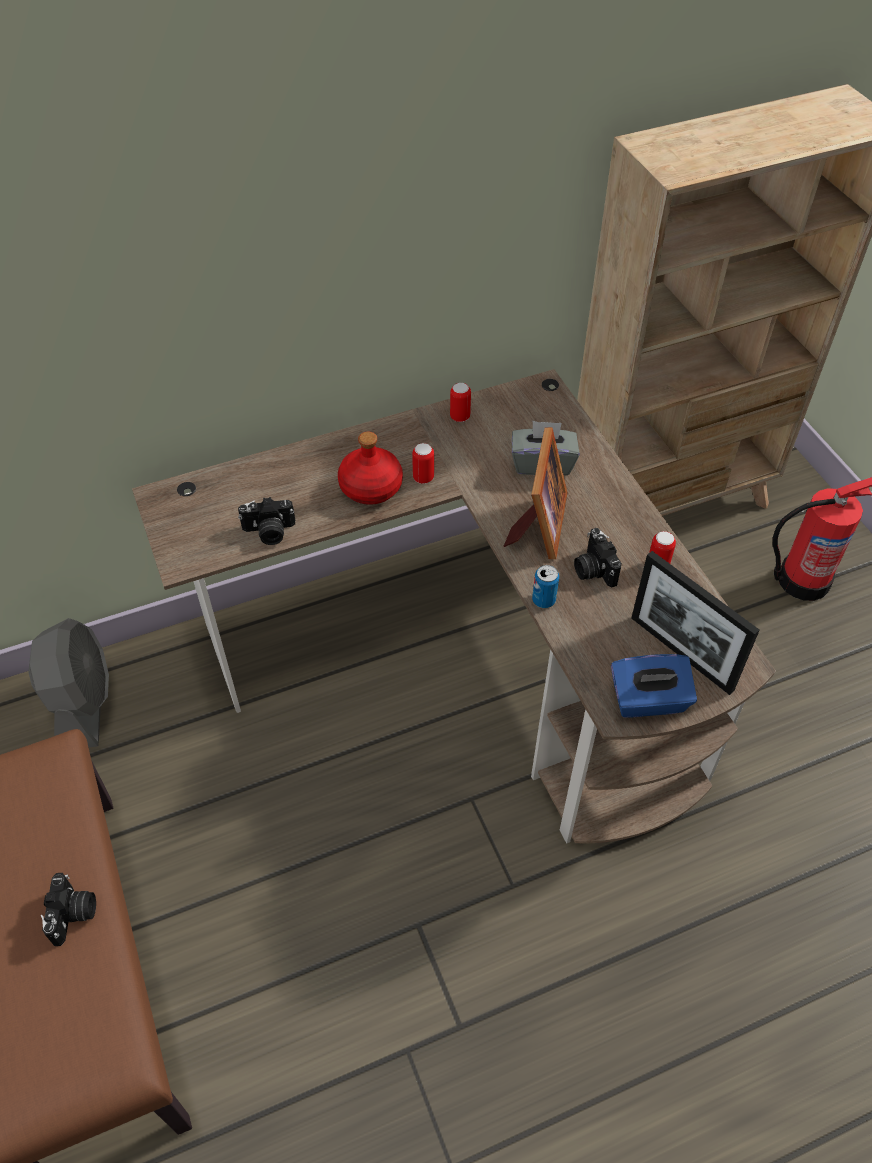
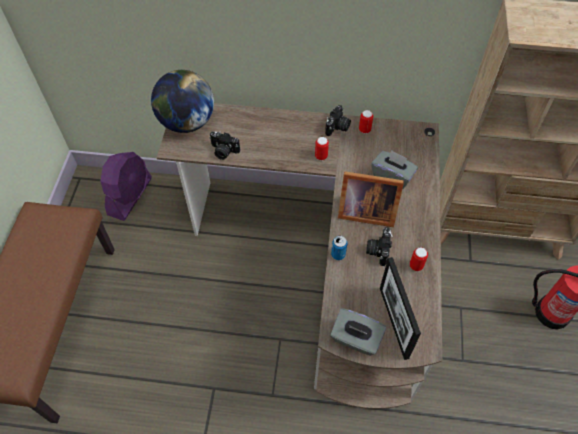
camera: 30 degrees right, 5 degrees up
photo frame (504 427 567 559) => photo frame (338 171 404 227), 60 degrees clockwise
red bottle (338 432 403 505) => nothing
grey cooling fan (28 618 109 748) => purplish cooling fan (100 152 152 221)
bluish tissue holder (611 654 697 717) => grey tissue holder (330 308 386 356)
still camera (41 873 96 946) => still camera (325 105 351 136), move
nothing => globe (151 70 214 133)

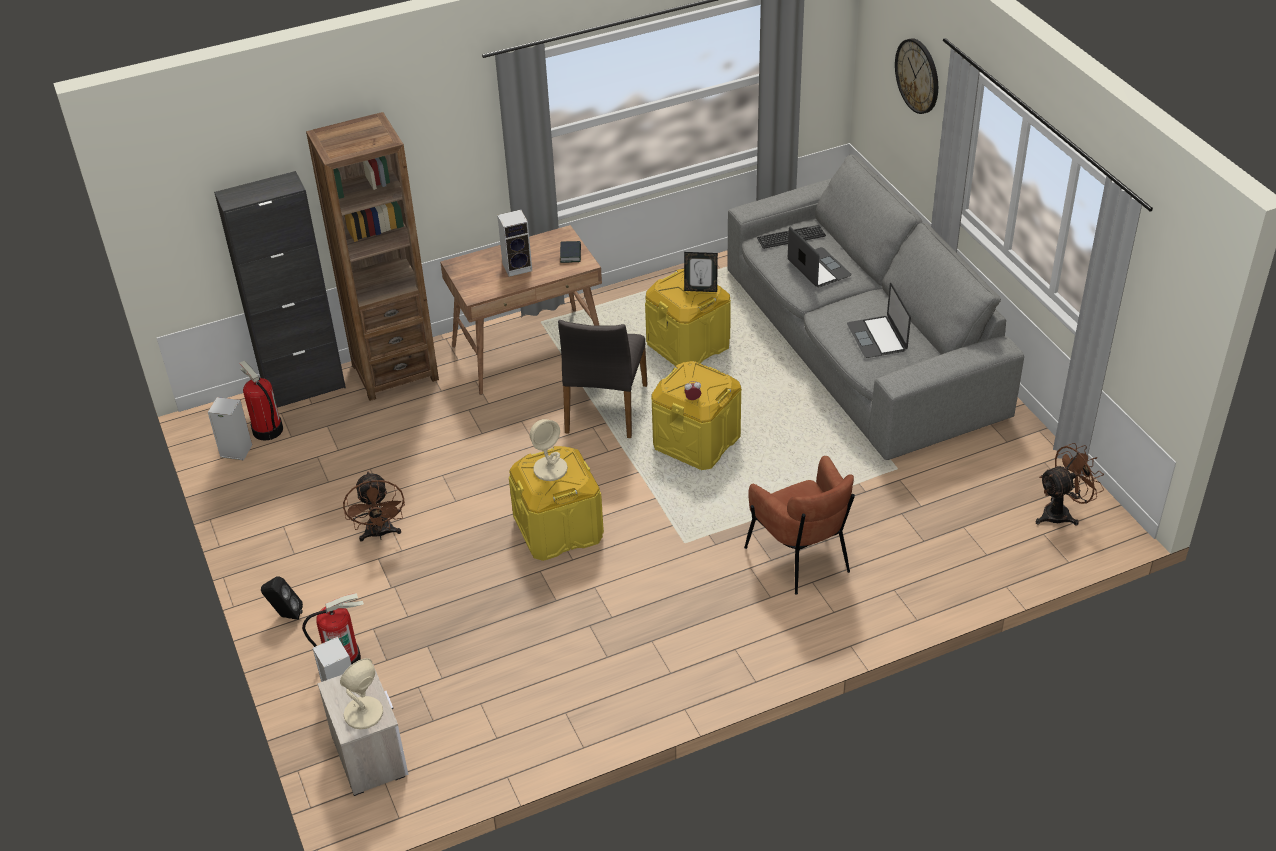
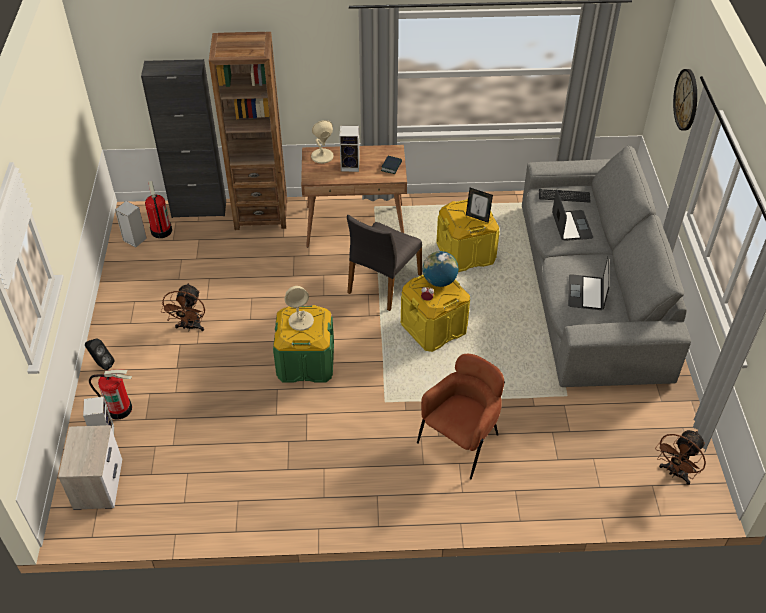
camera: 20 degrees right, 5 degrees up
brown cooling fan (1036 443 1104 526) => brown cooling fan (655 430 706 485), 135 degrees clockwise
yellow storage bin (509 446 604 561) => green-coloured storage bin (273 305 334 383)
brown lounge chair (744 456 855 595) => brown lounge chair (417 354 505 479), 135 degrees counterclockwise
beige-coloured table lamp (340 658 383 729) => beige-coloured table lamp (311 120 334 164), move
nothing => globe (423 251 458 287)

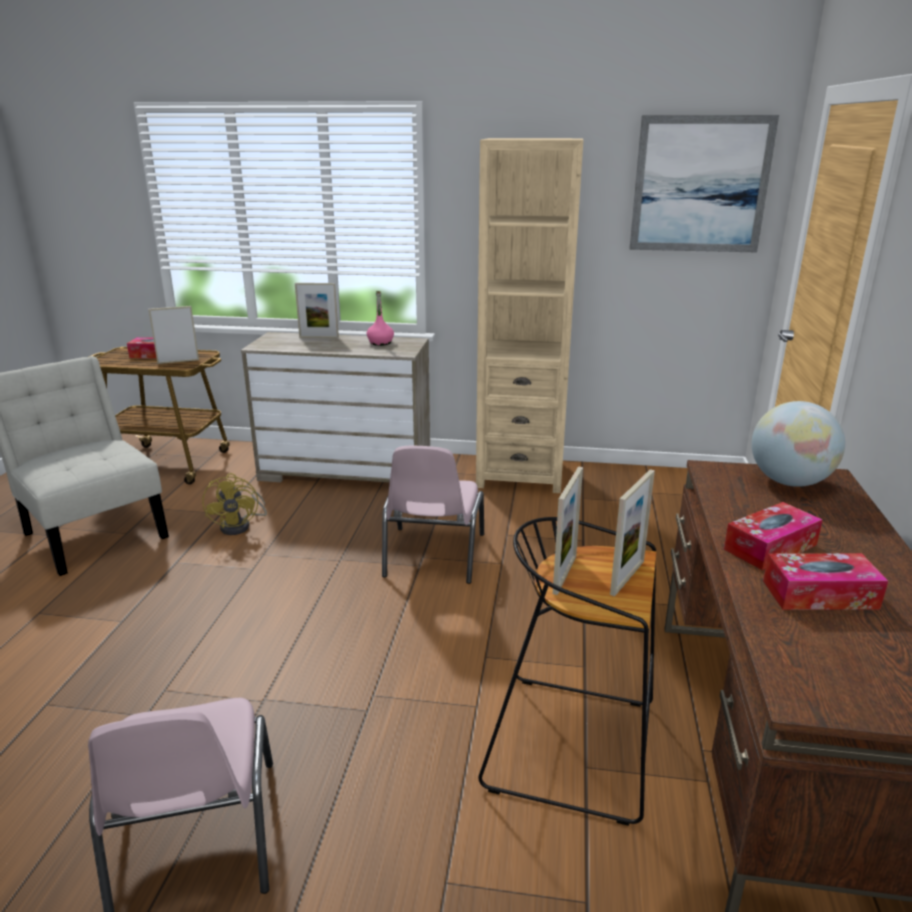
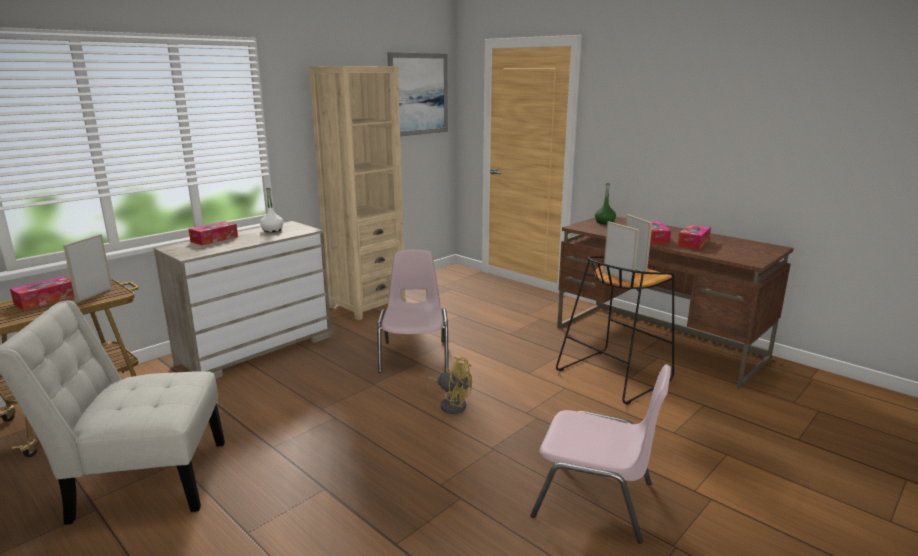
camera: 55 degrees left, 5 degrees down
photo frame (295 283 339 338) => tissue holder (189 221 238 246)
pinkish bottle (367 291 394 346) => whitish bottle (260 188 284 232)
globe (752 401 845 487) => green-coloured bottle (595 183 616 224)
pinkish chair (382 446 484 584) => pinkish chair (377 249 449 373), 135 degrees counterclockwise
yellow cooling fan (202 473 267 535) => yellow cooling fan (425 356 472 414), move

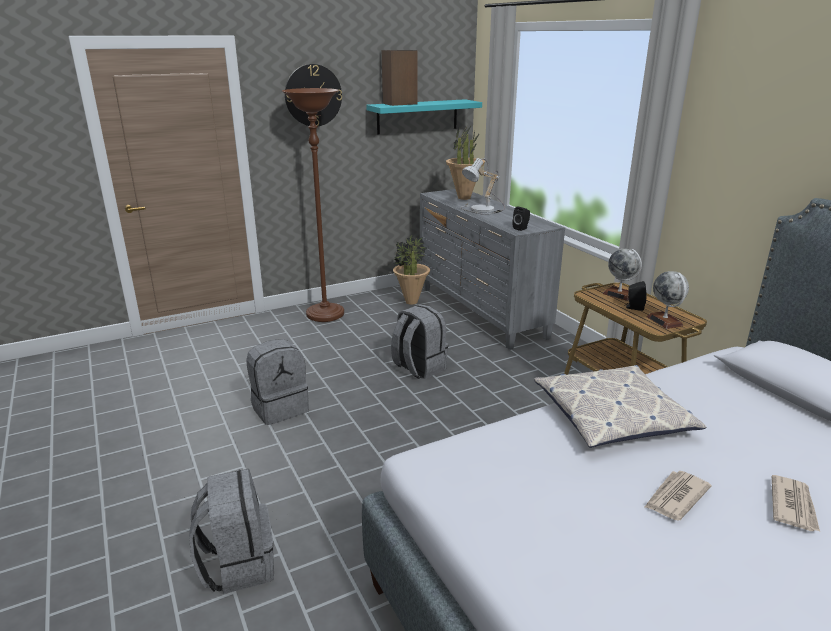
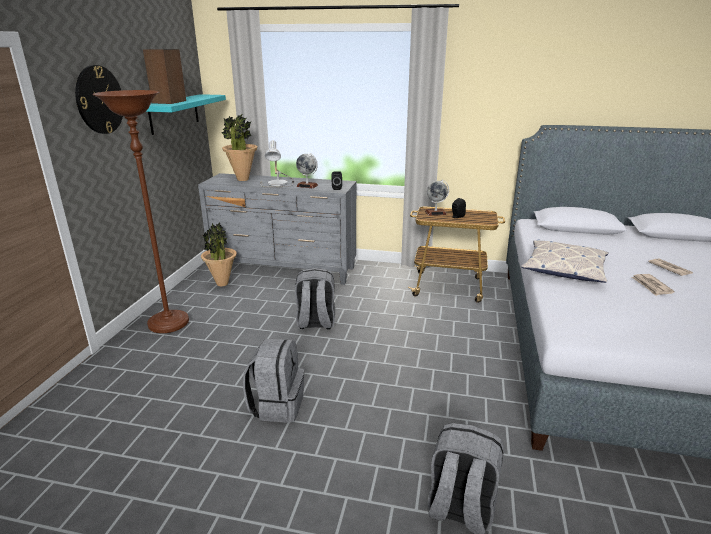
camera: 50 degrees left, 0 degrees up
globe (646 271 689 329) => globe (296 153 318 188), move

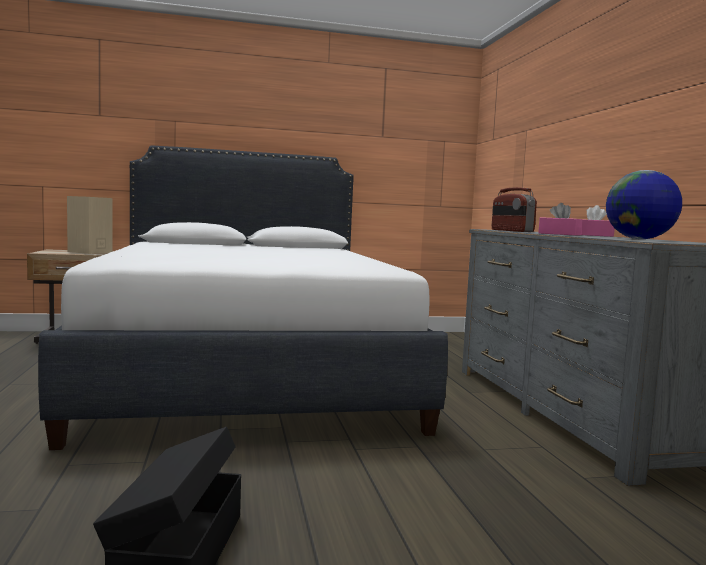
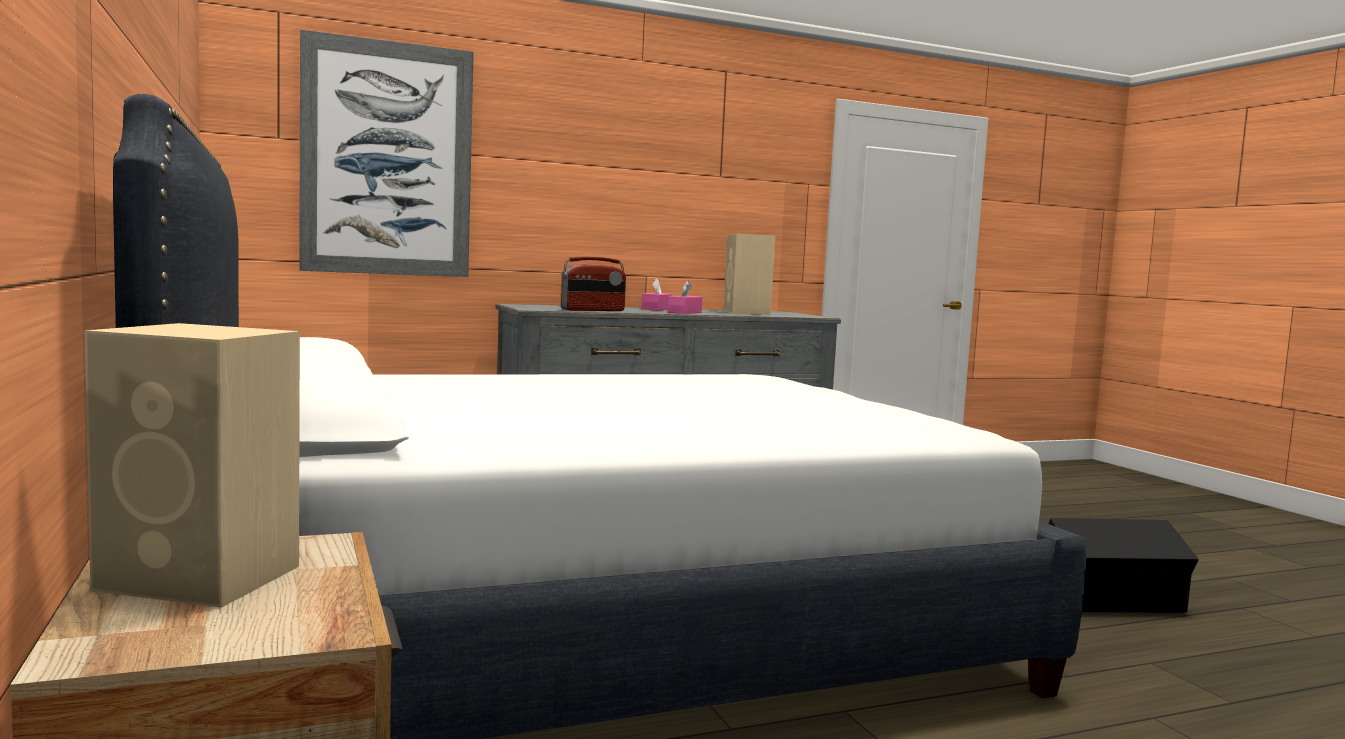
camera: 100 degrees left, 0 degrees up
globe (606 170 682 239) => beige-coloured speaker (723 234 775 315)
nothing => wall picture (299 29 474 277)

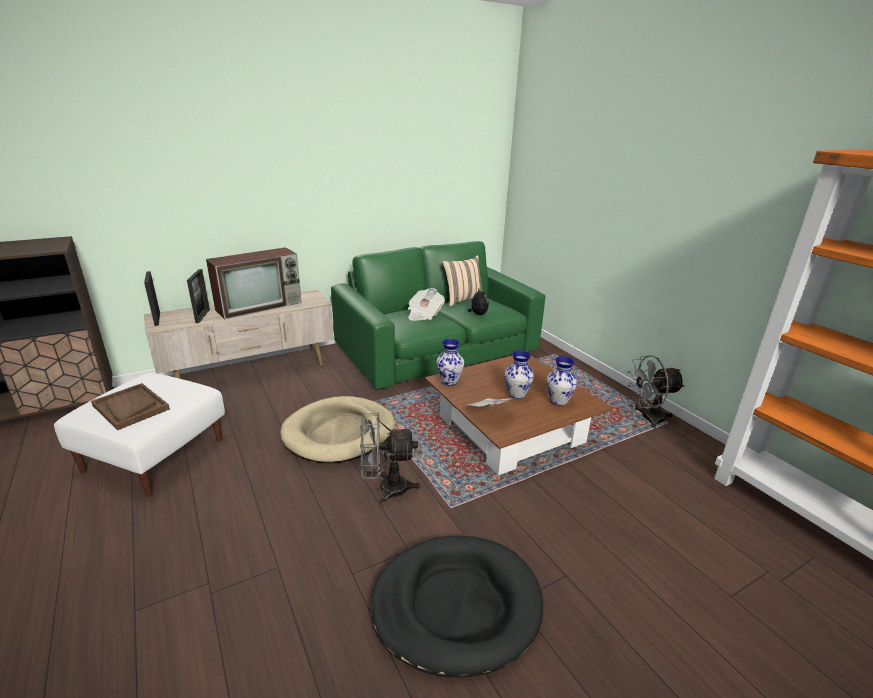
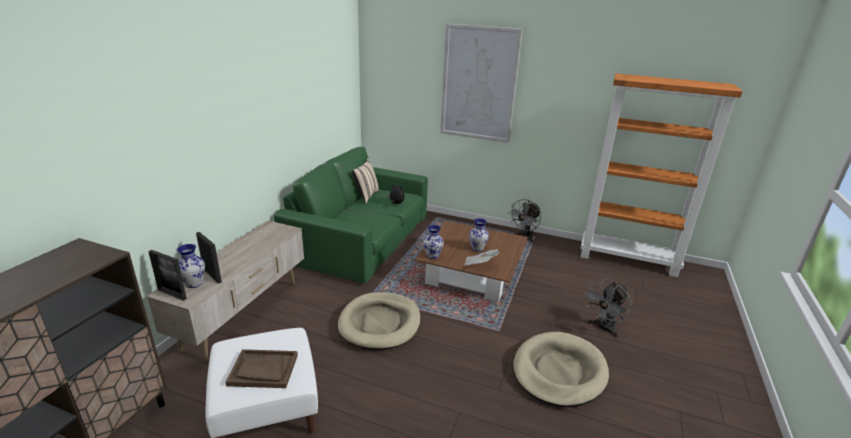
camera: 40 degrees left, 0 degrees up
TV (206 247 302 319) => nothing
daily paper (408 288 445 321) => nothing
vase (547 356 577 406) => vase (177 244 205 288), move
grey cooling fan (360 412 420 505) => grey cooling fan (584 279 632 337), move
blackish dog bed (371 536 543 678) => beige-coloured dog bed (513 332 609 407)
nothing => wall picture (440 24 523 143)

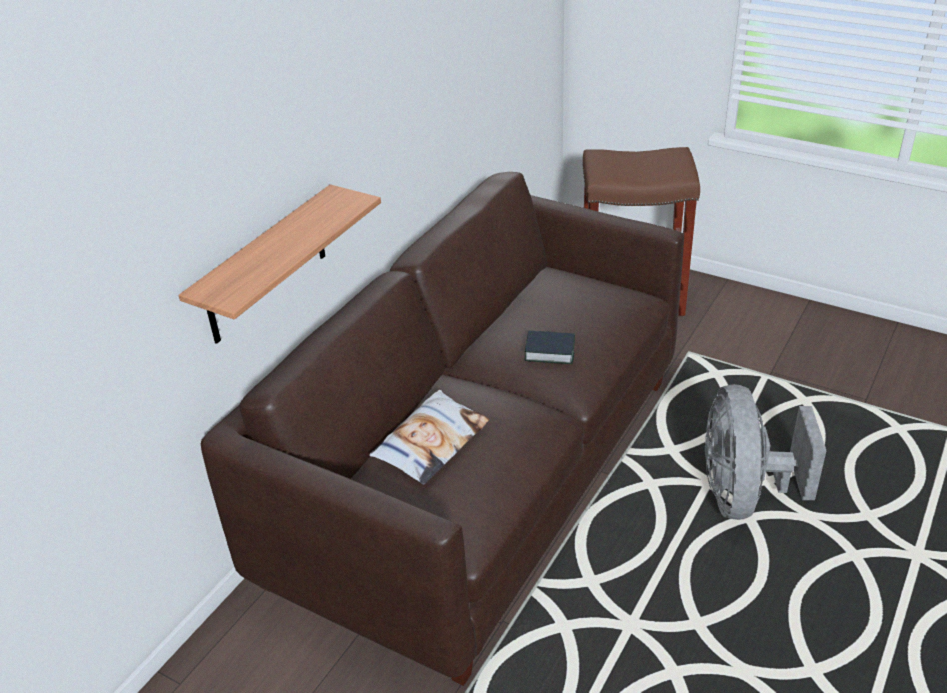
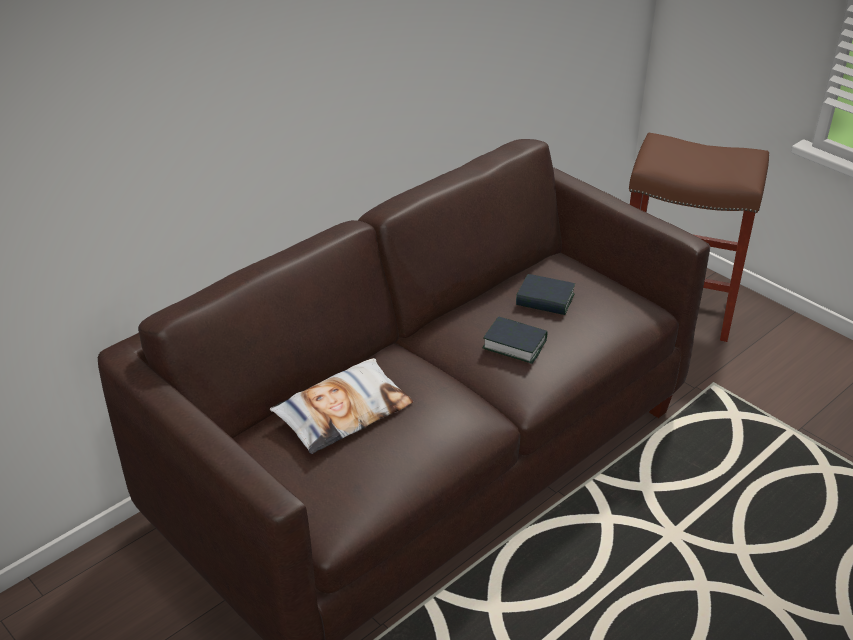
camera: 15 degrees right, 0 degrees up
shelf (179 184 381 344) => nothing
grey cooling fan (705 384 826 520) => nothing
nothing => volume (516 274 575 315)

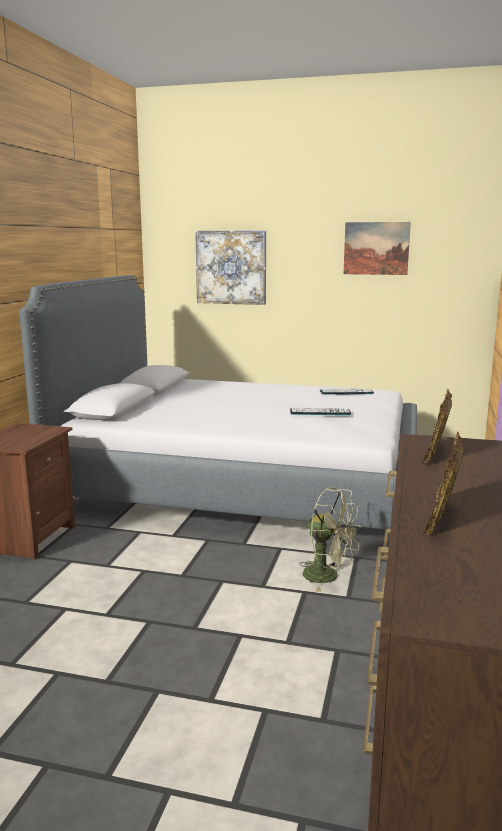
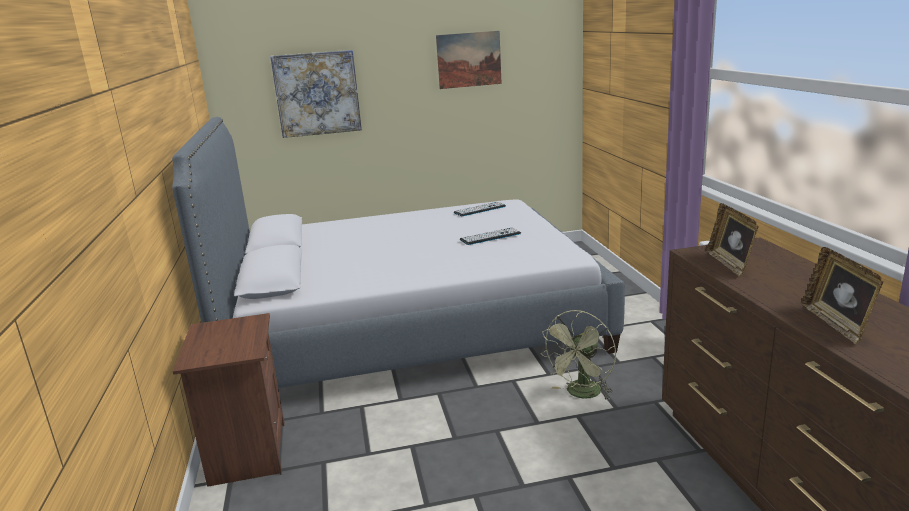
camera: 25 degrees left, 5 degrees up
green-coloured cooling fan (299 487 362 592) => green-coloured cooling fan (540 310 616 401), 120 degrees clockwise

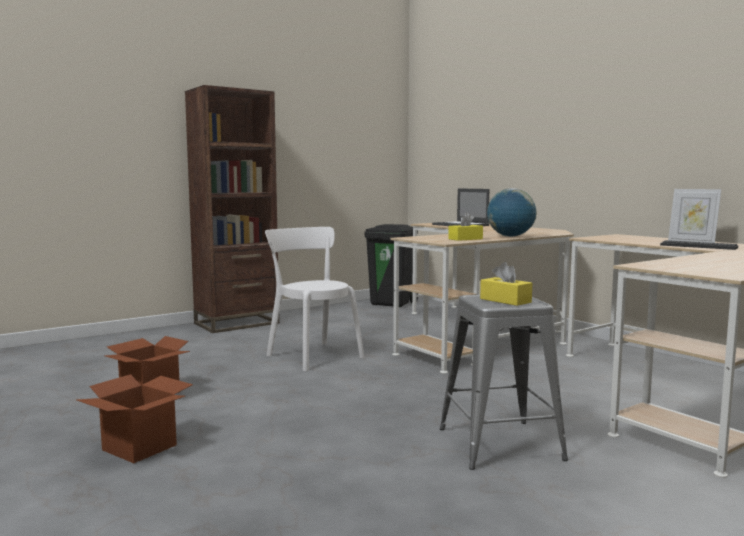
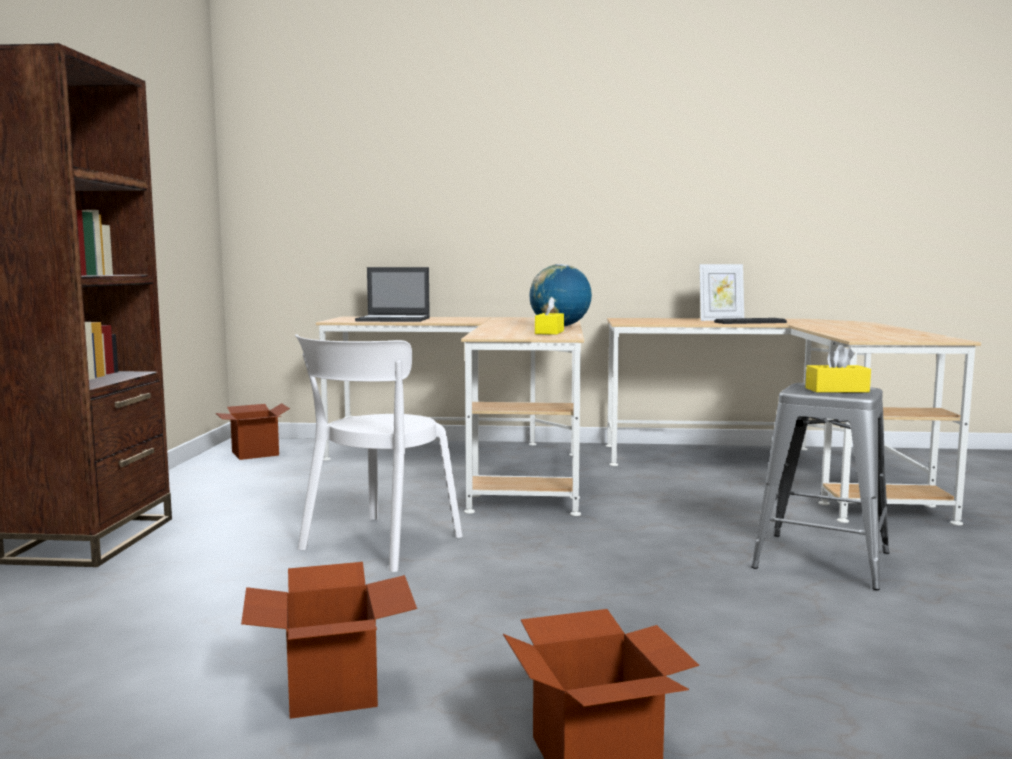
camera: 50 degrees left, 0 degrees up
blackish trash can (364 224 418 307) => carton (216 403 290 460)
whitish chair (265 227 364 371) => whitish chair (295 334 463 572), 60 degrees counterclockwise

